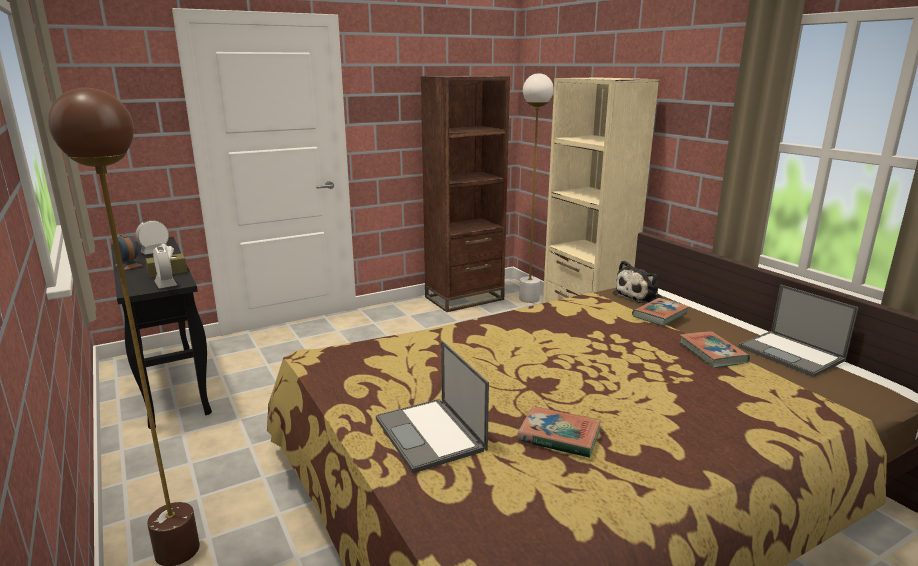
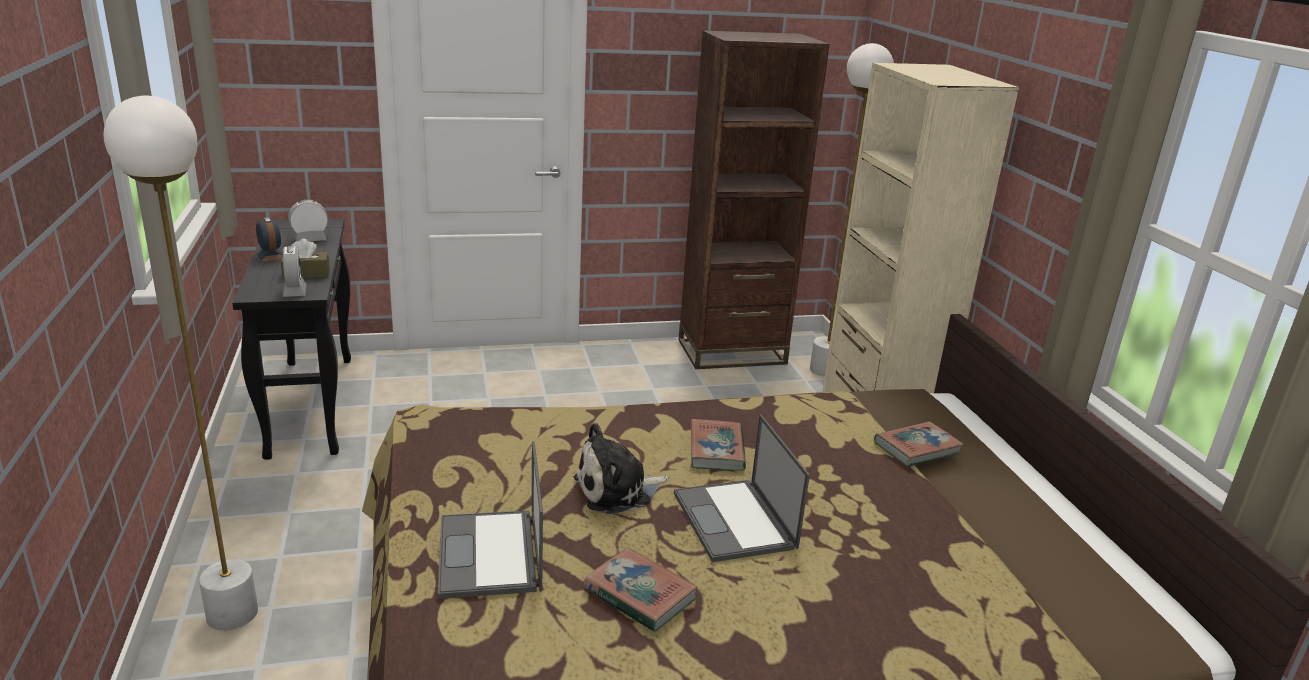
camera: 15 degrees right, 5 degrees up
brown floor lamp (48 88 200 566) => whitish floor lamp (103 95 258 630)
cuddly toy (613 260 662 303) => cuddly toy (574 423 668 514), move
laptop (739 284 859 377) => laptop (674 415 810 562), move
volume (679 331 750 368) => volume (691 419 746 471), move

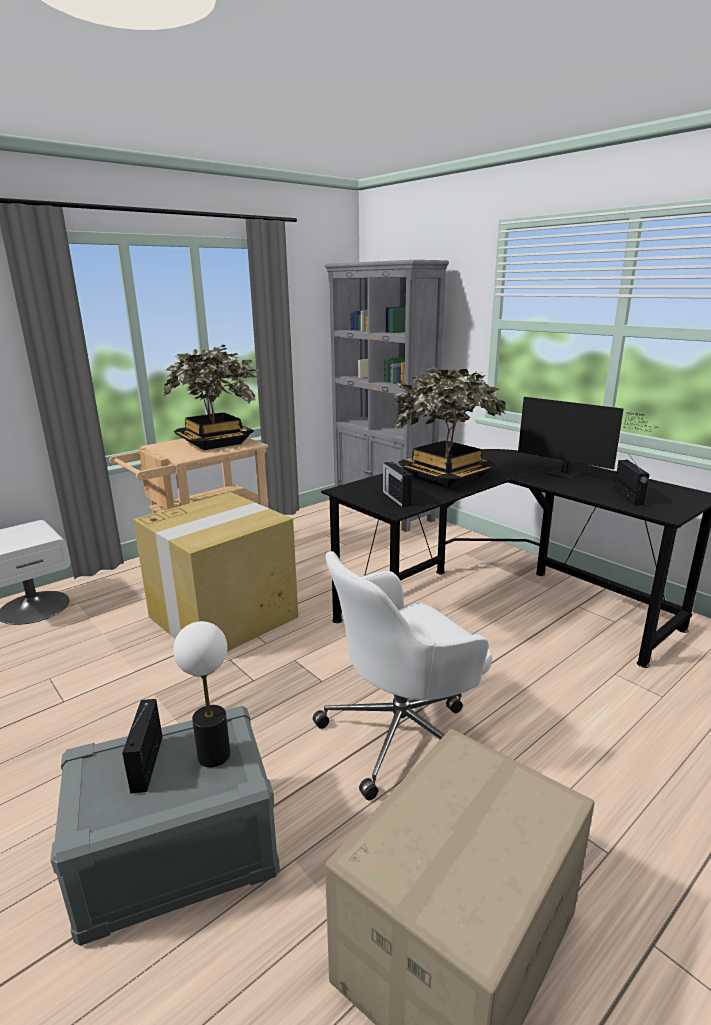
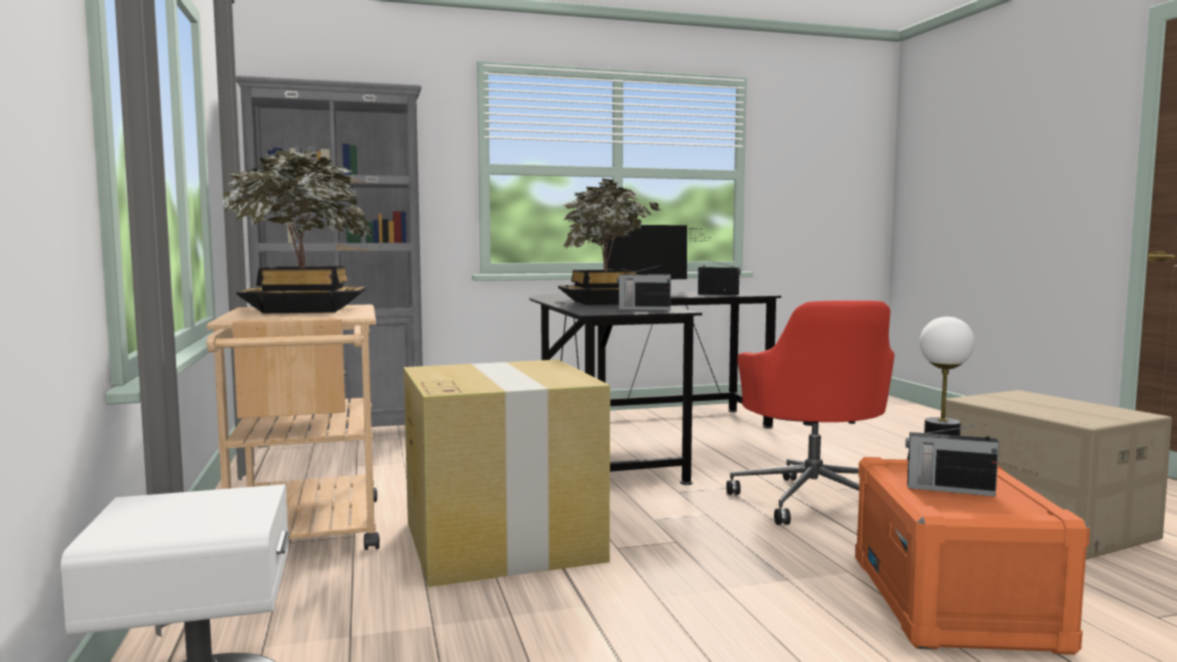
camera: 65 degrees left, 15 degrees down
whitish computer chair (313 551 492 800) => red computer chair (726 300 895 525)
grey storage bin (51 706 280 946) => orange storage bin (855 457 1090 655)

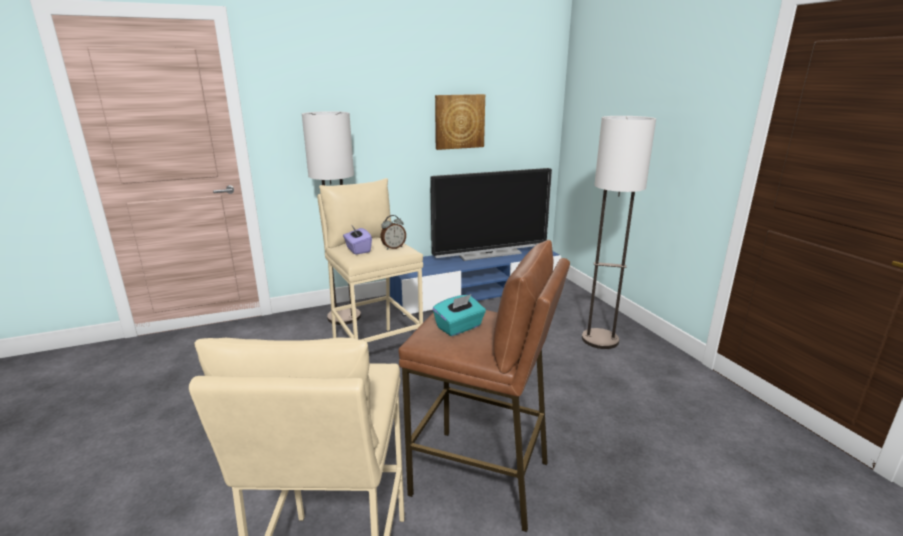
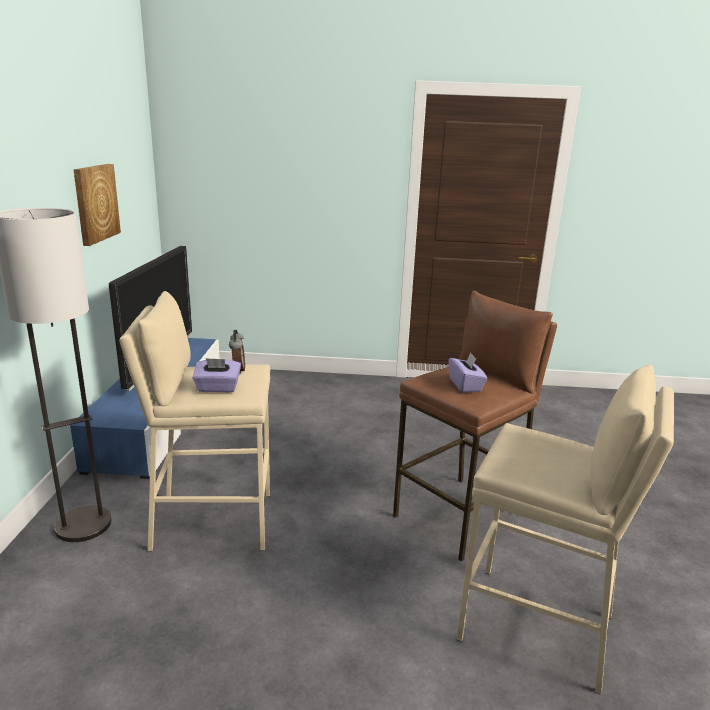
camera: 65 degrees left, 0 degrees up
floor lamp (582 116 656 349) => nothing
turquoise-coloured tissue holder (433 294 486 336) => purplish tissue holder (449 353 487 393)

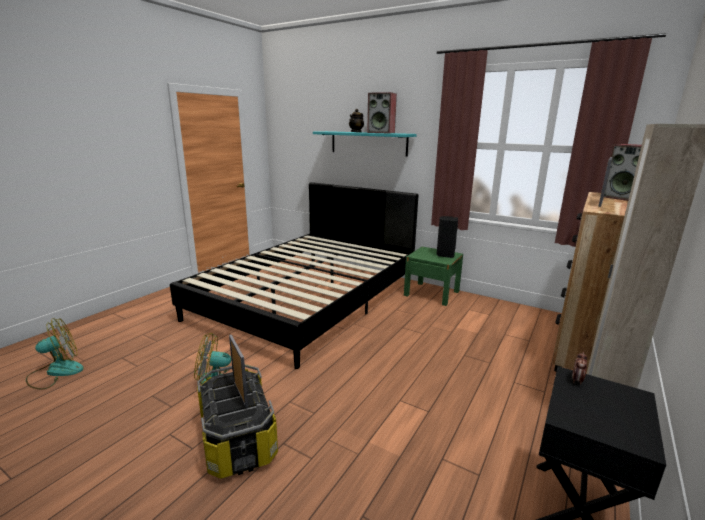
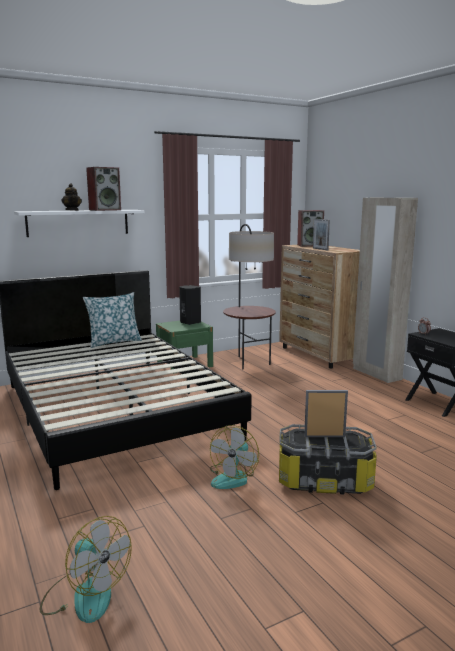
camera: 60 degrees left, 5 degrees down
turquoise-coloured shelf (313 131 417 157) => whitish shelf (14 210 145 237)
cooling fan (26 318 84 389) => cooling fan (40 516 132 623), 135 degrees clockwise
nothing => floor lamp (223 224 276 369)
nothing => pillow (83 292 142 348)

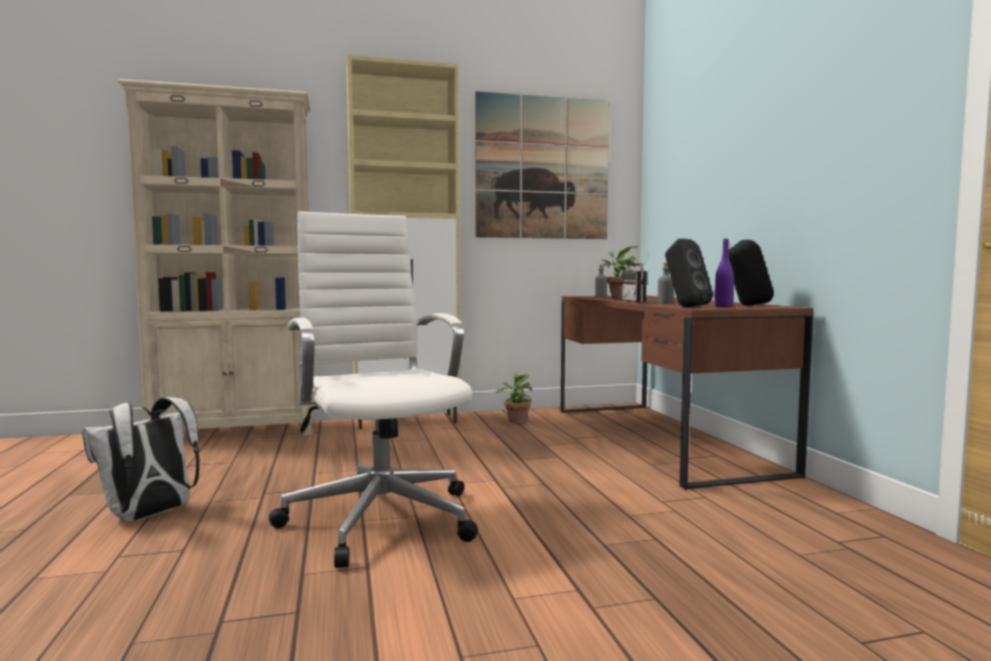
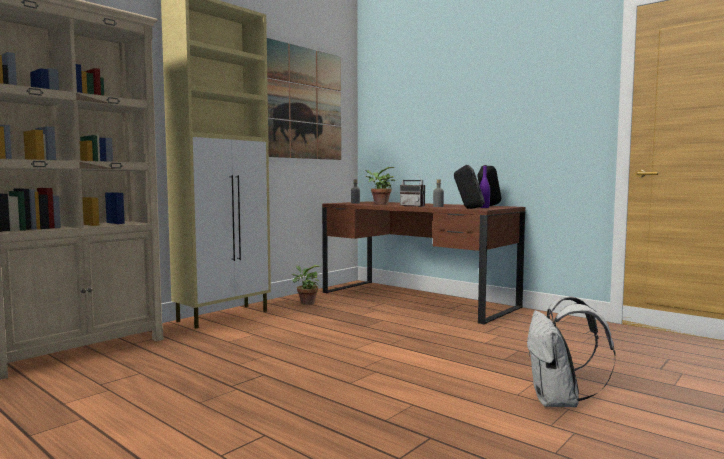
camera: 35 degrees left, 0 degrees up
whitish computer chair (269 211 478 568) => nothing
whitish backpack (82 397 200 522) => whitish backpack (527 296 616 407), move

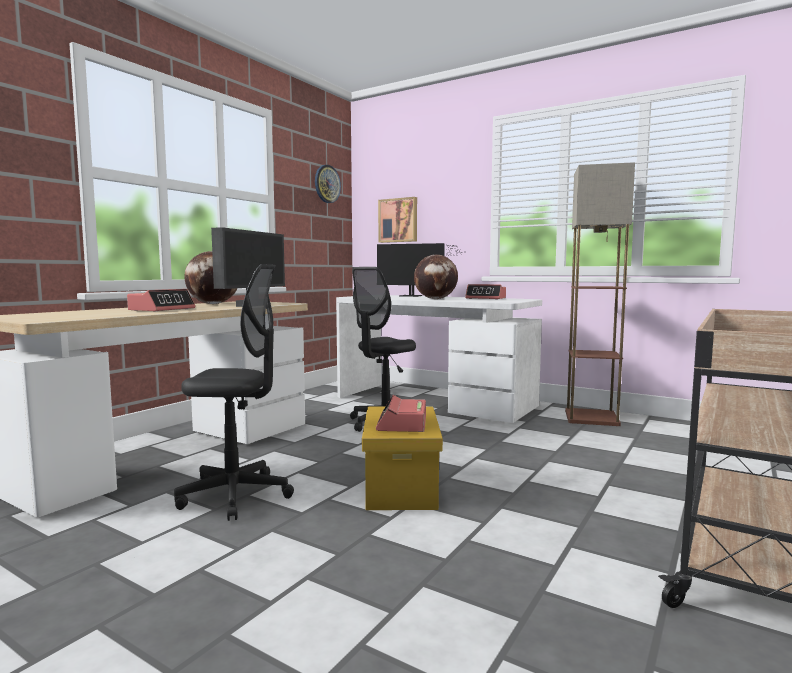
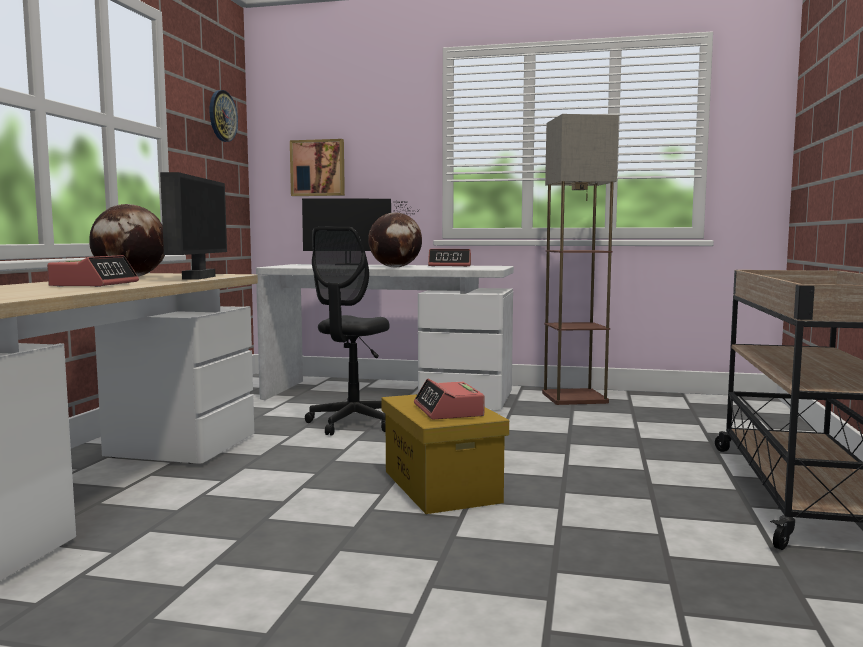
camera: 20 degrees left, 0 degrees up
blackish computer chair (174 264 294 521) => nothing

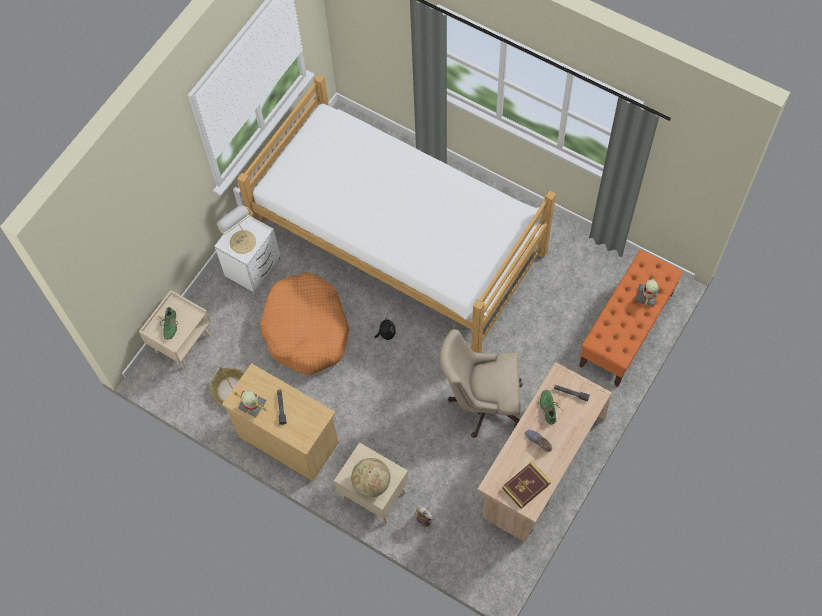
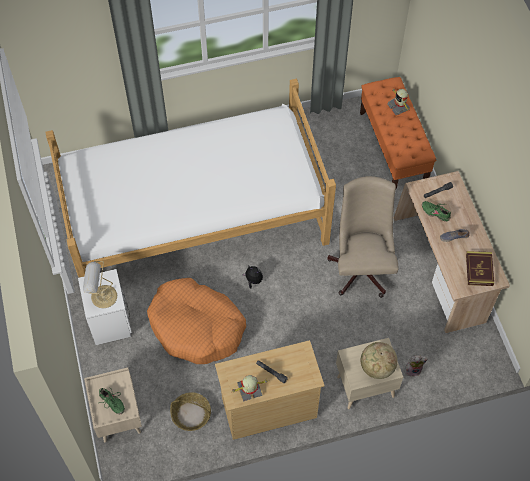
camera: 50 degrees left, 5 degrees down
beige-coloured computer chair (440 329 523 438) => beige-coloured computer chair (327 176 399 298), 135 degrees clockwise

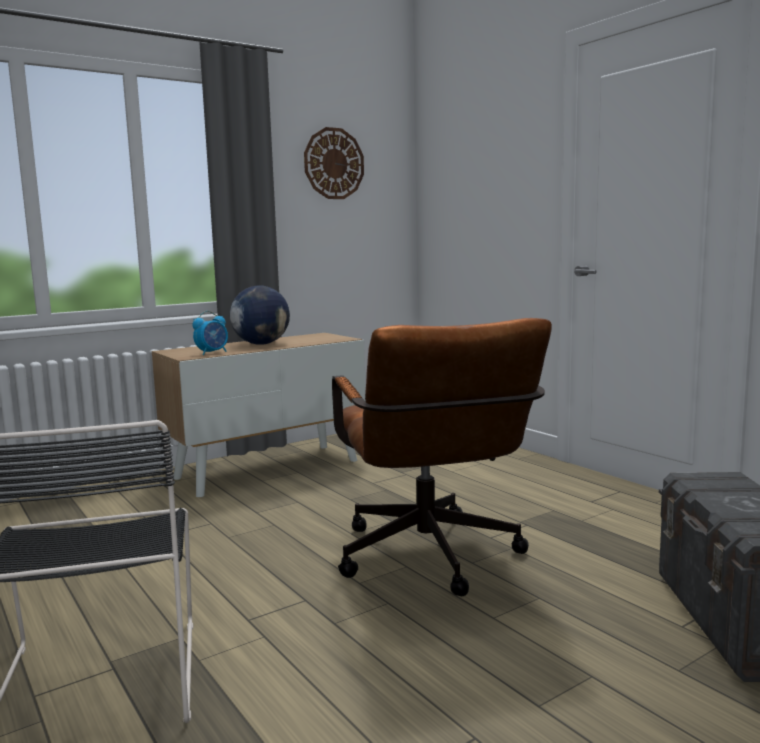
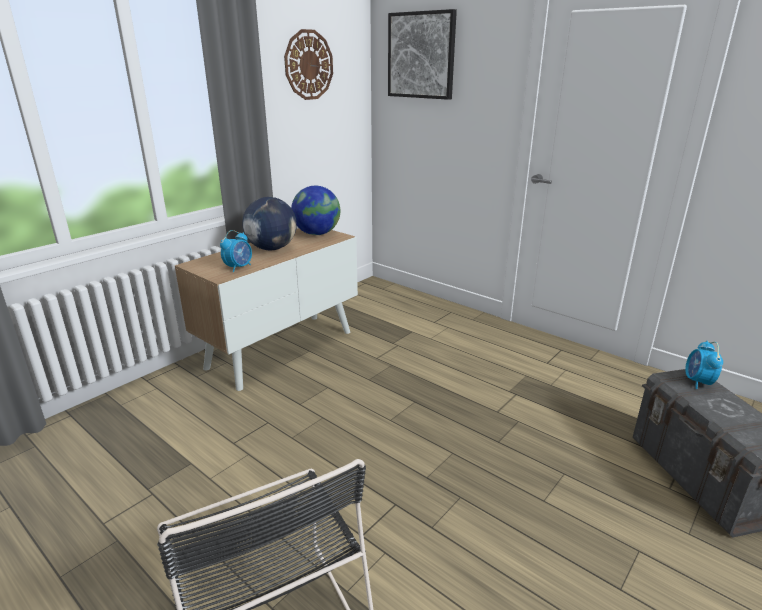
camera: 15 degrees left, 15 degrees up
brown computer chair (332 318 552 596) => nothing
nothing => wall picture (388 9 457 100)
nothing => globe (291 186 340 235)
nothing => alarm clock (685 341 723 389)

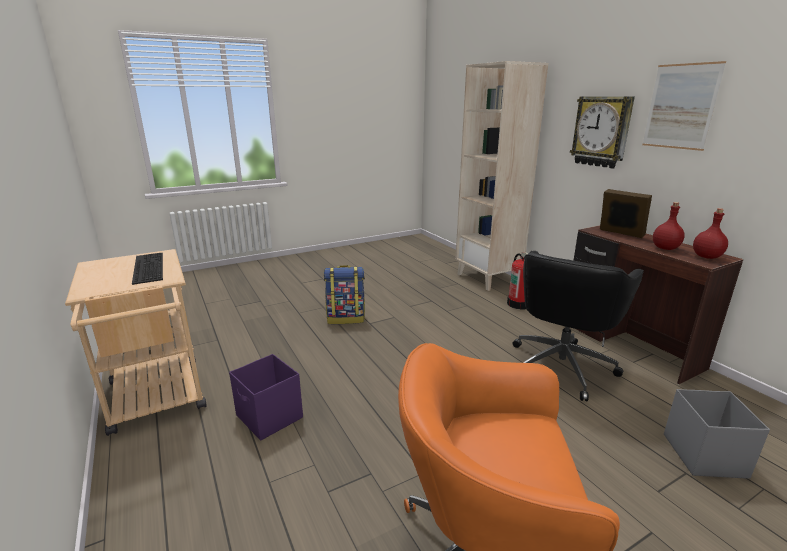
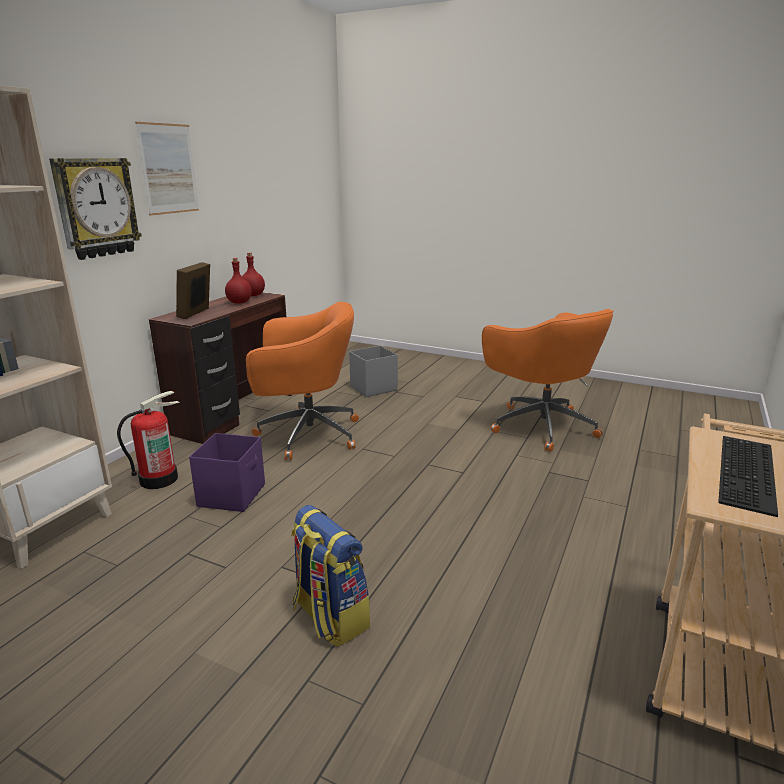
camera: 125 degrees left, 0 degrees up
blackish computer chair (513 251 644 401) => orange computer chair (246 302 359 460)
purplish storage bin (229 354 303 440) => purplish storage bin (189 433 265 512), move

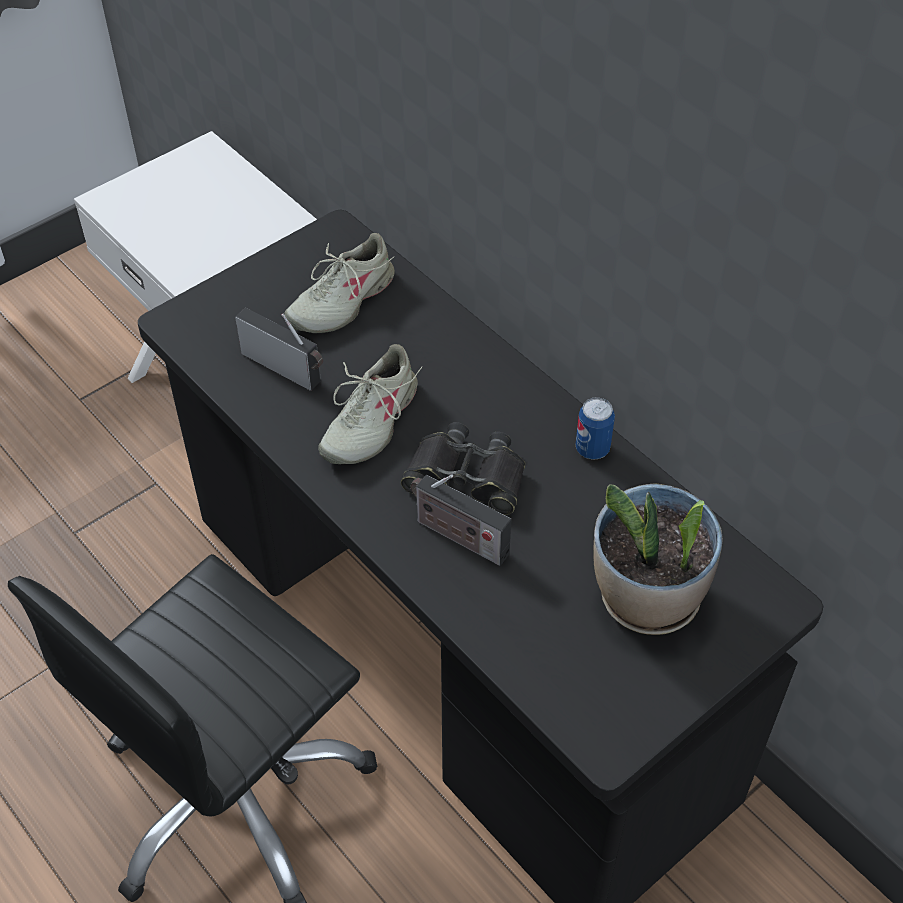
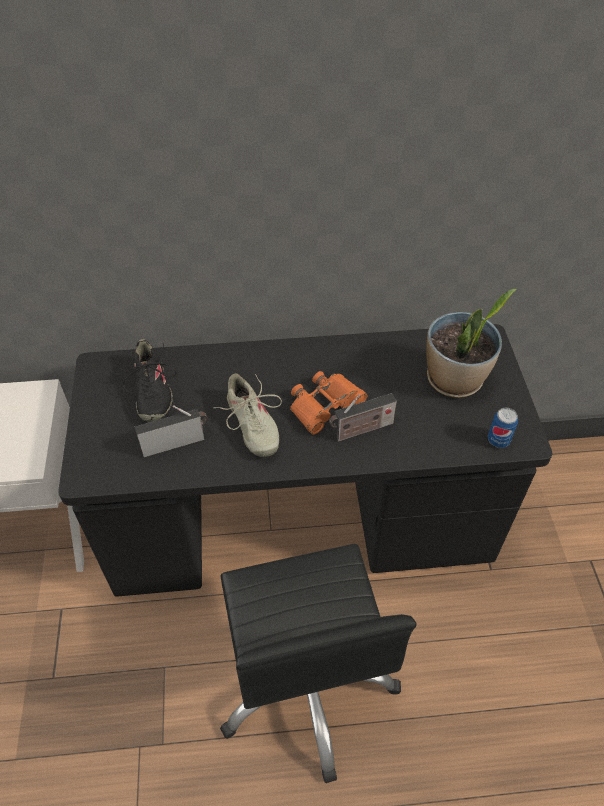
camera: 55 degrees left, 0 degrees up
beige-coloured shoe (284 233 395 333) => blackish shoe (115 339 176 422)
can (575 397 615 460) => can (488 408 518 448), move
blackish binoculars (401 422 526 515) => orange binoculars (290 371 368 435)

